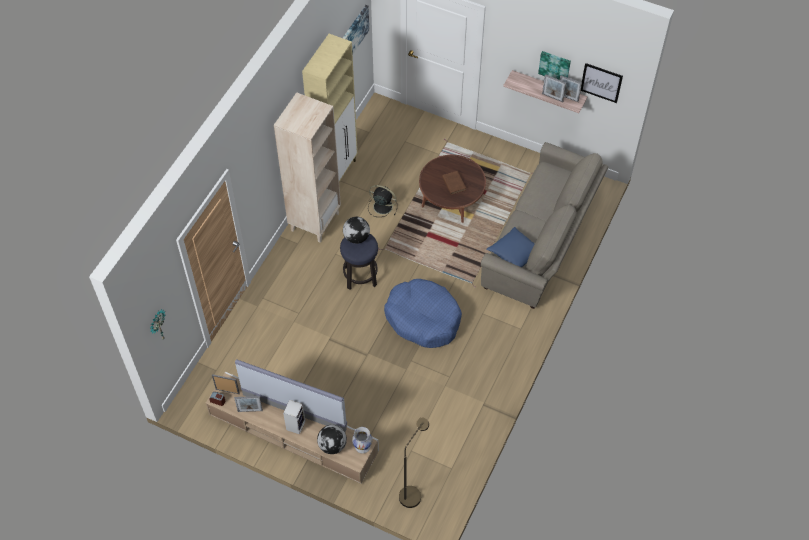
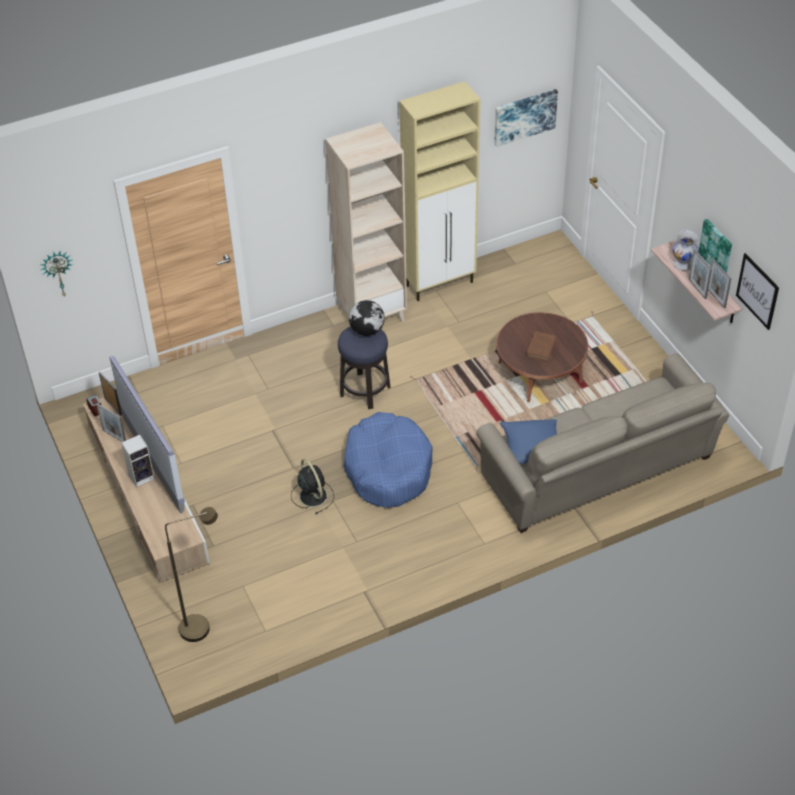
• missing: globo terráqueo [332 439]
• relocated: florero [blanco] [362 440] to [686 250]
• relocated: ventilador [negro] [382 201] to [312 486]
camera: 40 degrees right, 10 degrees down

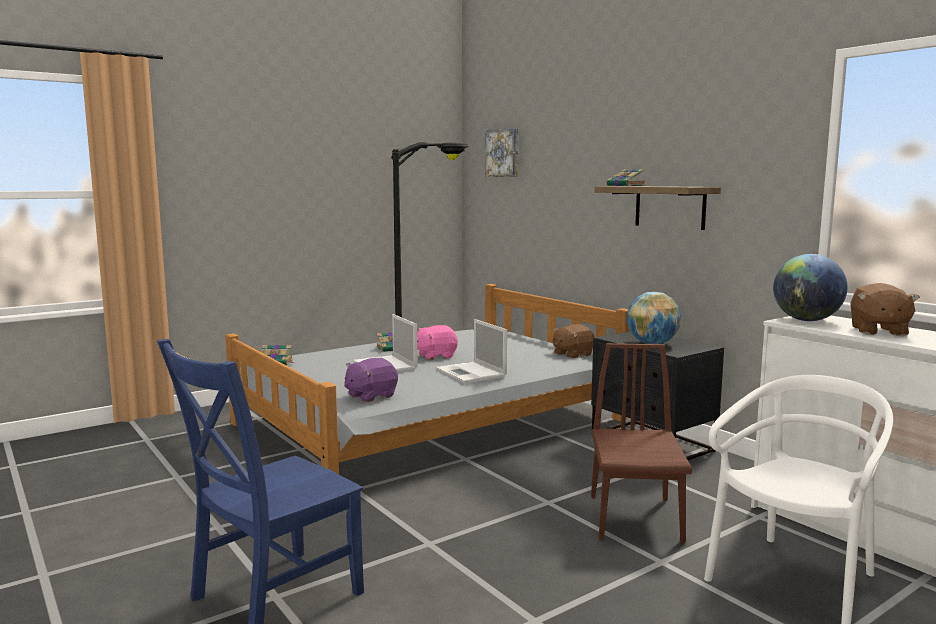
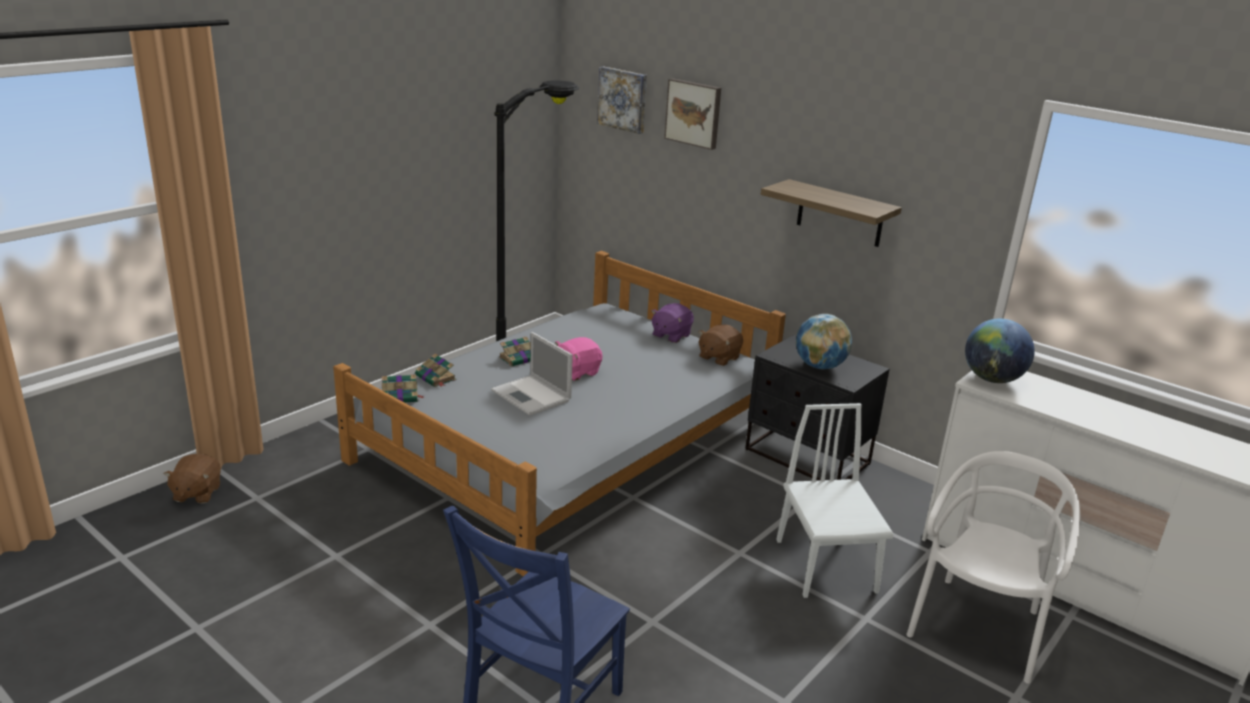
• relocated: peluche [morado] [371 380] to [672 323]
• missing: portátil [471 351]
• colour: silla [marrón] [641 443] to silla [blanco] [835 500]
• relocated: libro [626 177] to [435 370]
• relocated: peluche [marrón] [885 309] to [192 478]
• appeared: cuadro [692 114]
camera: 15 degrees left, 15 degrees up

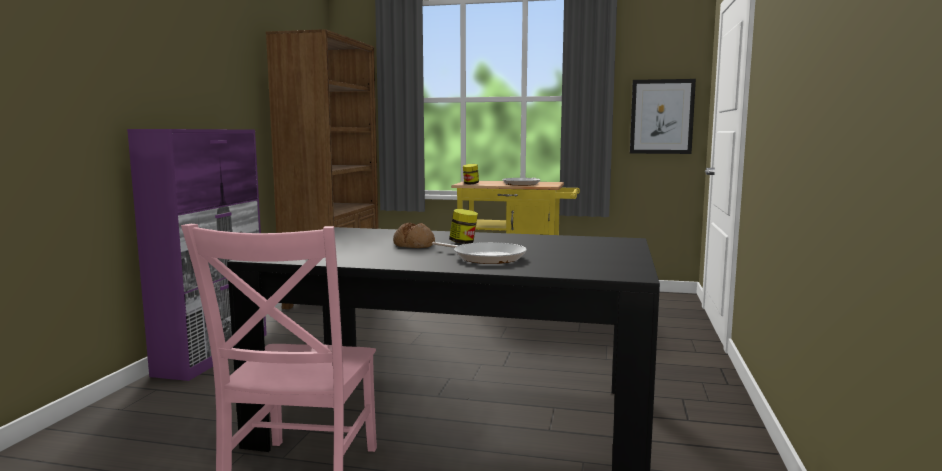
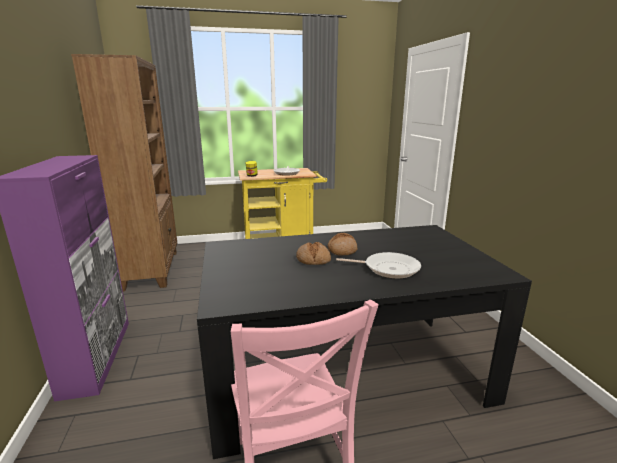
• exchanged: tarro [463 226] to pan [342 244]
• missing: cuadro [663 116]
camera: 25 degrees left, 10 degrees up

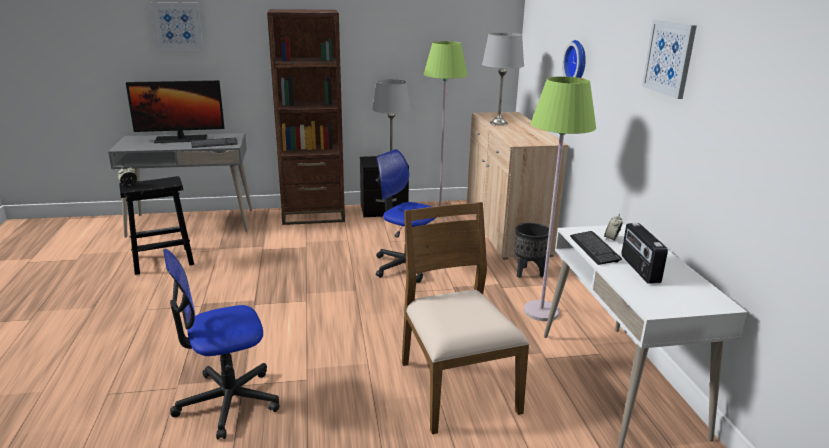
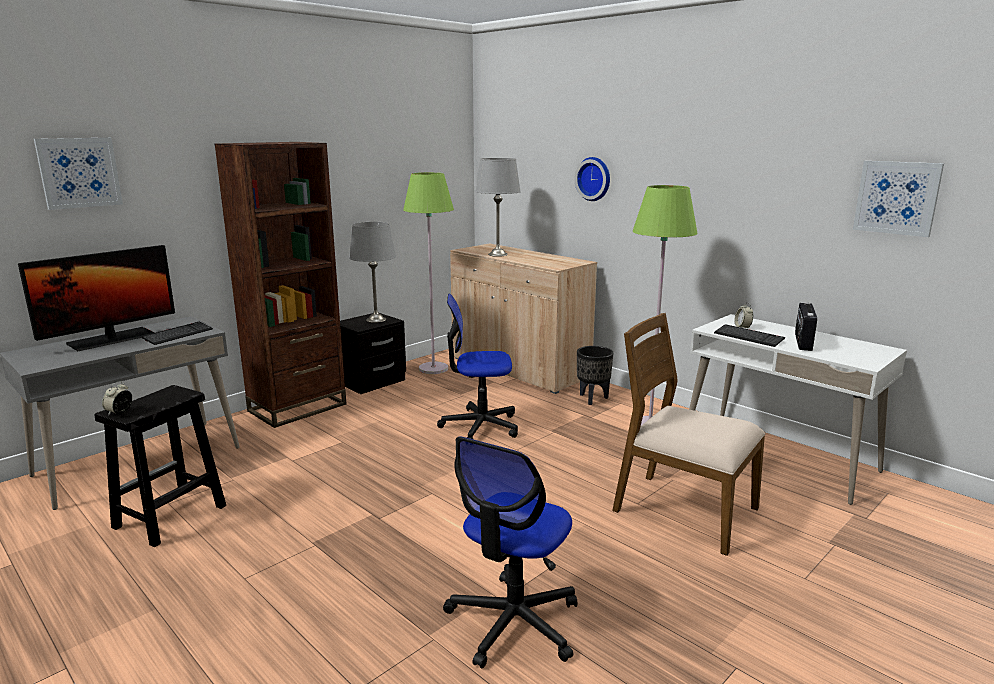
• spun: radio [644 253] = [806 326] 60 degrees clockwise
• relocated: cuadro [669 59] to [898 199]
camera: 35 degrees left, 5 degrees down

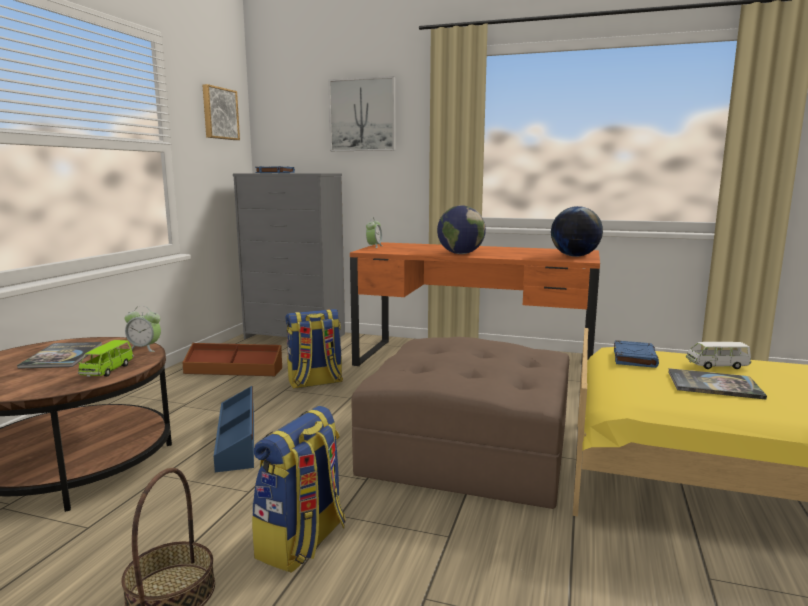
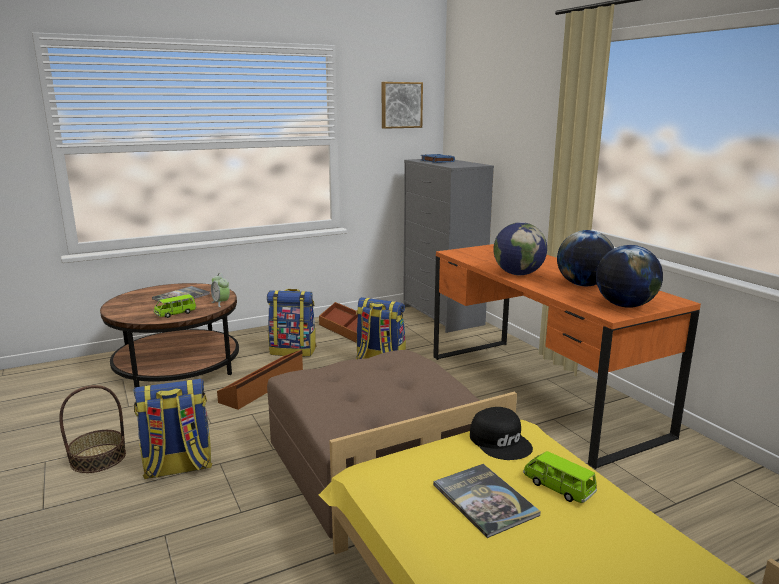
• colour: caja de almacenaje [azul] [234 429] to caja de almacenaje [marrón] [260 380]
• missing: cuadro [362 113]
• missing: despertador [374 232]
• exchanged: libro [azul] [636 354] to gorra [negro] [501 433]
• colour: coche de juguete [blanco] [718 355] to coche de juguete [verde] [560 477]
• appeared: mochila [292 323]
• appeared: globo terráqueo [585 258]
camera: 45 degrees right, 5 degrees up

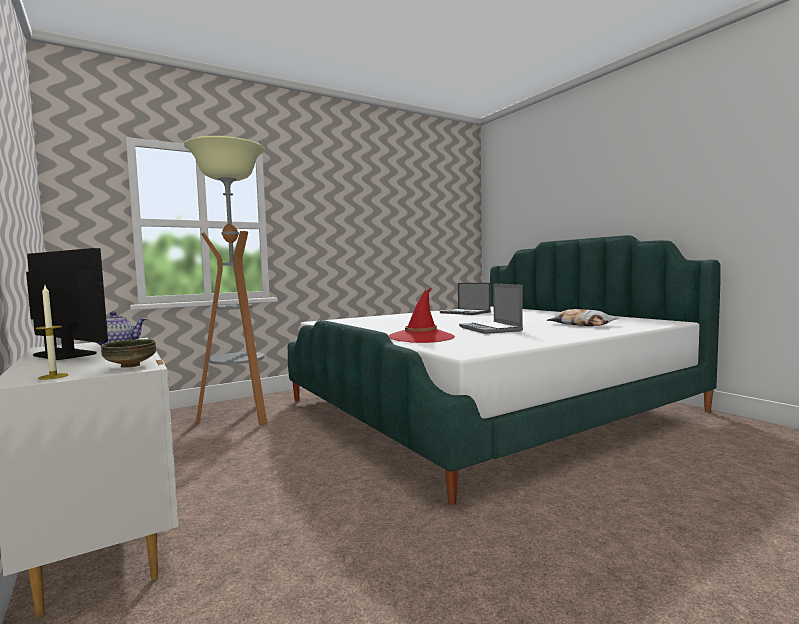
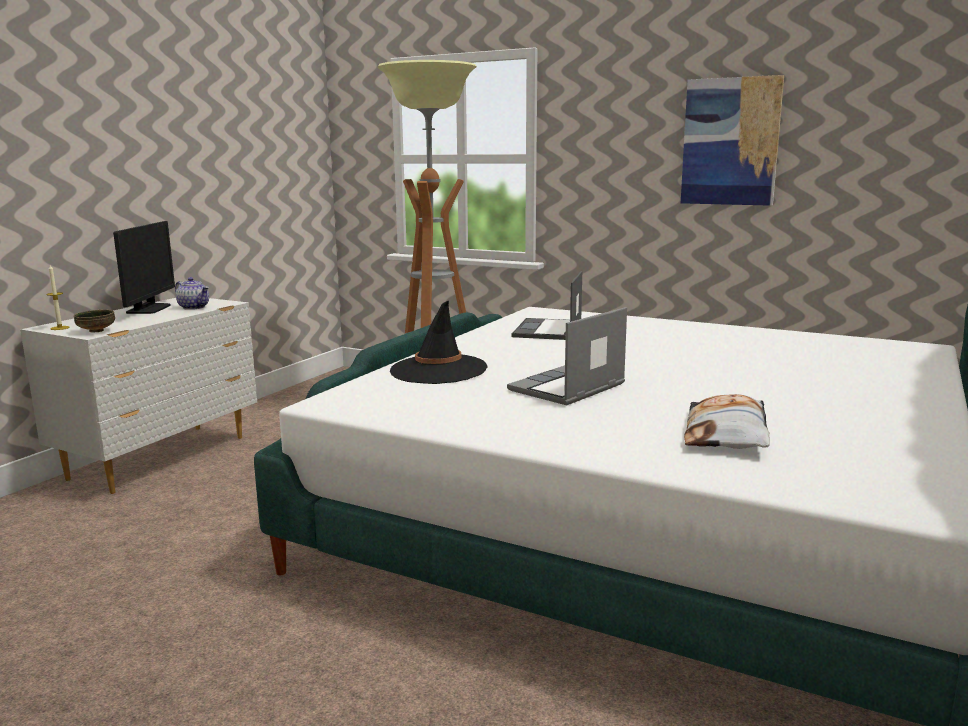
• colour: sombrero [rojo] [422 315] to sombrero [negro] [439 342]
• relocated: portátil [465 299] to [547 305]
• appeared: cuadro [732 140]
camera: 60 degrees right, 10 degrees up

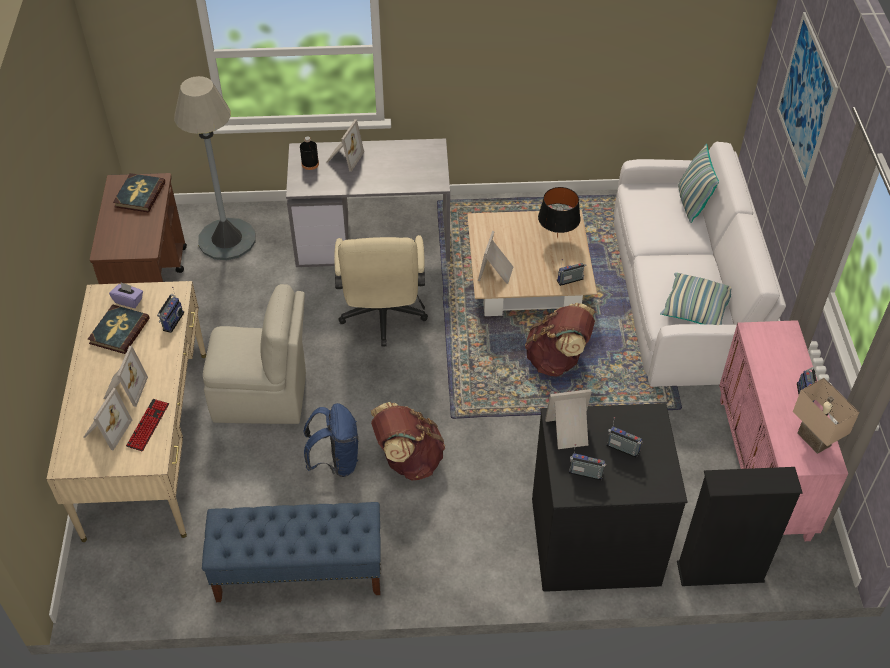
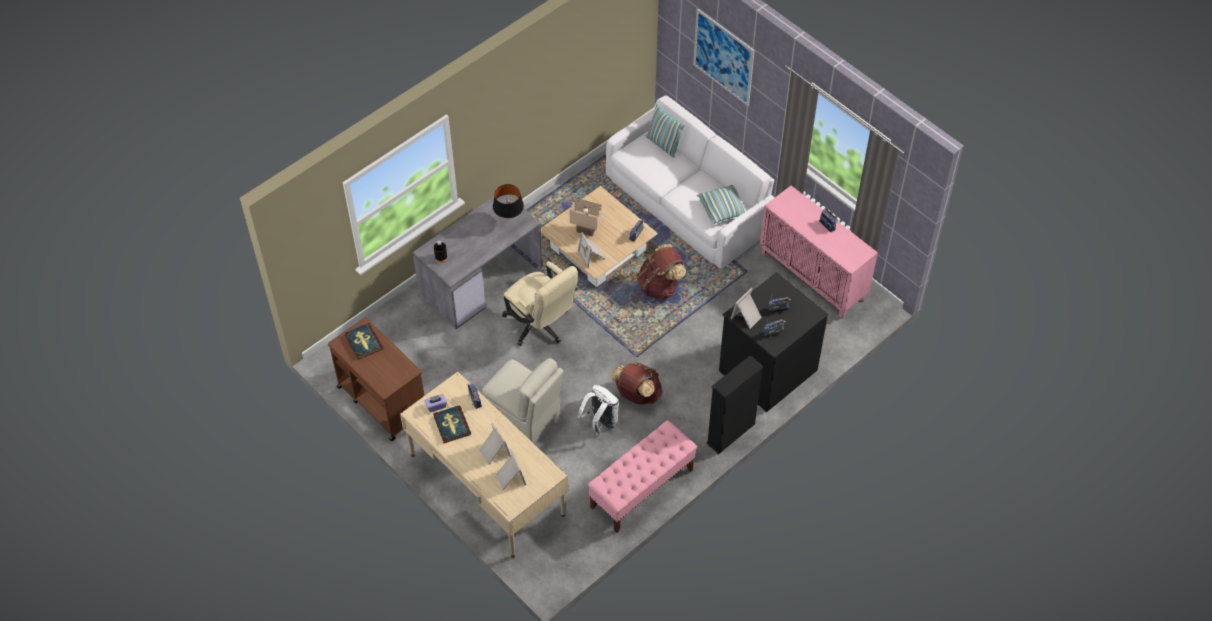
• missing: teclado [147 425]
• missing: lámpara de pie [gris] [215 168]
• colour: banco [azul] [291 552] to banco [rosa] [642 476]
• spun: silla [beis] [254 354] = [523 400] 75 degrees clockwise
• colour: mochila [azul] [330 440] to mochila [blanco] [598 410]
• missing: portarretratos [345 145]
• relocated: lámpara de mesa [negro] [559 212] to [508 201]
• relocated: estantería [negro] [740 526] to [735 404]
• relocated: lámpara de mesa [beis] [826 416] to [585 217]
camera: 40 degrees left, 5 degrees up

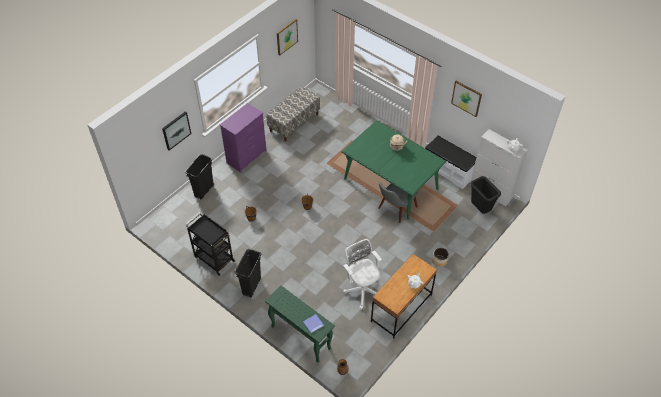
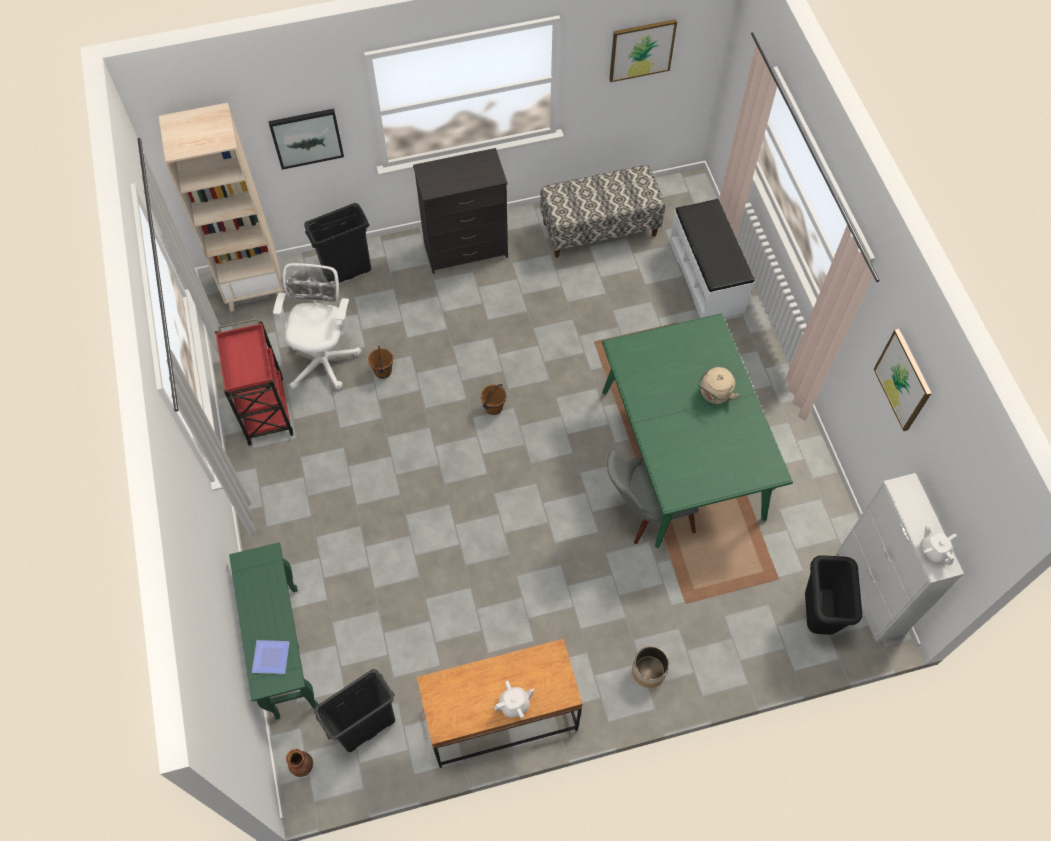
• colour: carrito [negro] [210 244] to carrito [rojo] [254 382]
• colour: cómoda [morado] [243 138] to cómoda [negro] [460 211]
• relocated: papelera [negro] [248 273] to [354 710]
• relocated: silla de oficina [blanco] [362 274] to [317 326]
• relocated: banco [blanco] [450 162] to [711 258]
• appeared: estantería [beis] [222 207]
camera: 35 degrees right, 10 degrees up

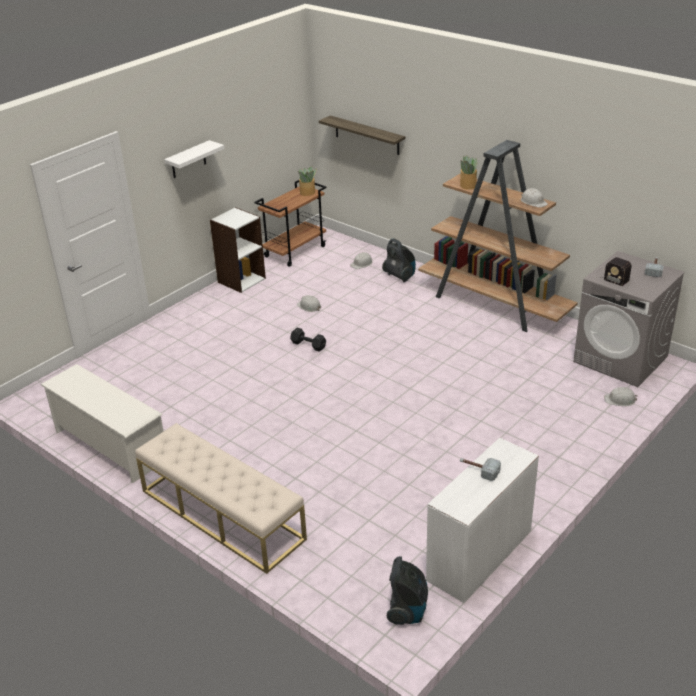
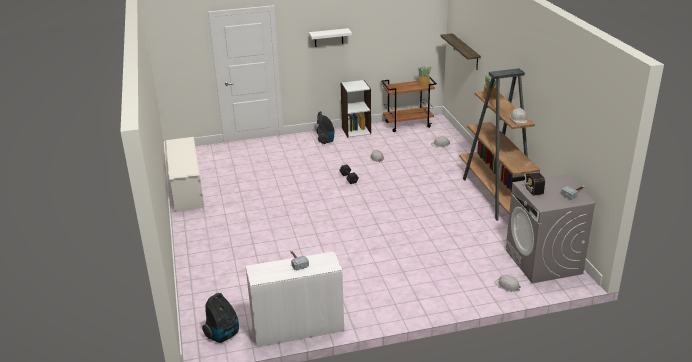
• missing: banco [beis] [221 498]
• relocated: aspiradora [399 260] to [325 127]
camera: 35 degrees right, 5 degrees down

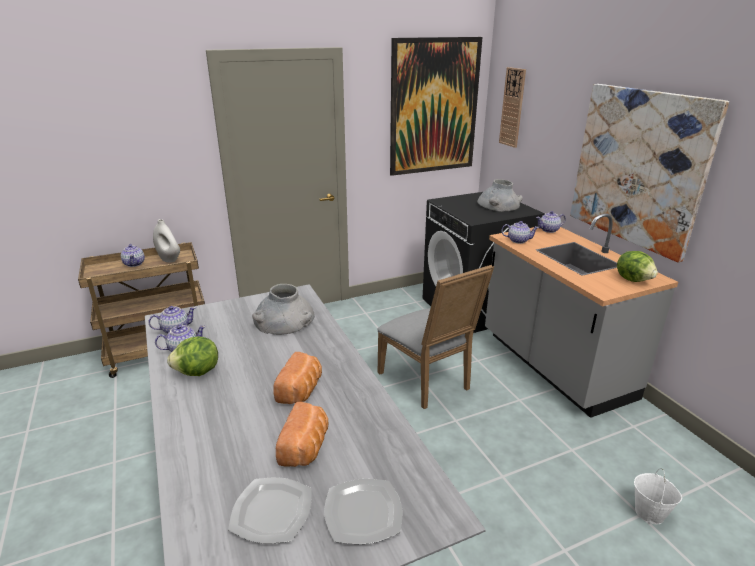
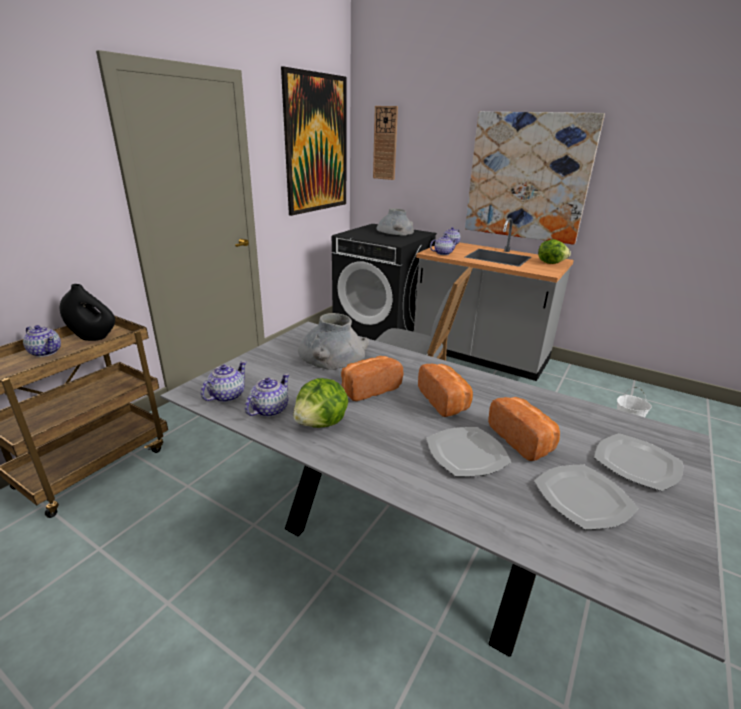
• colour: florero [blanco] [166 241] to florero [negro] [87 312]
• appeared: pan [372 378]
• appeared: plato [469 452]
camera: 35 degrees left, 0 degrees up

